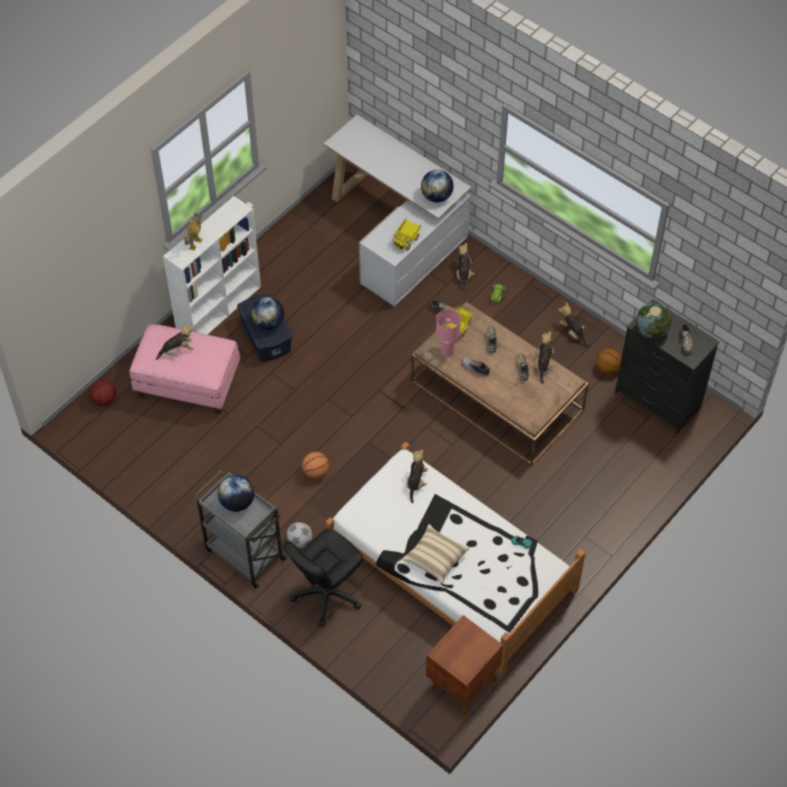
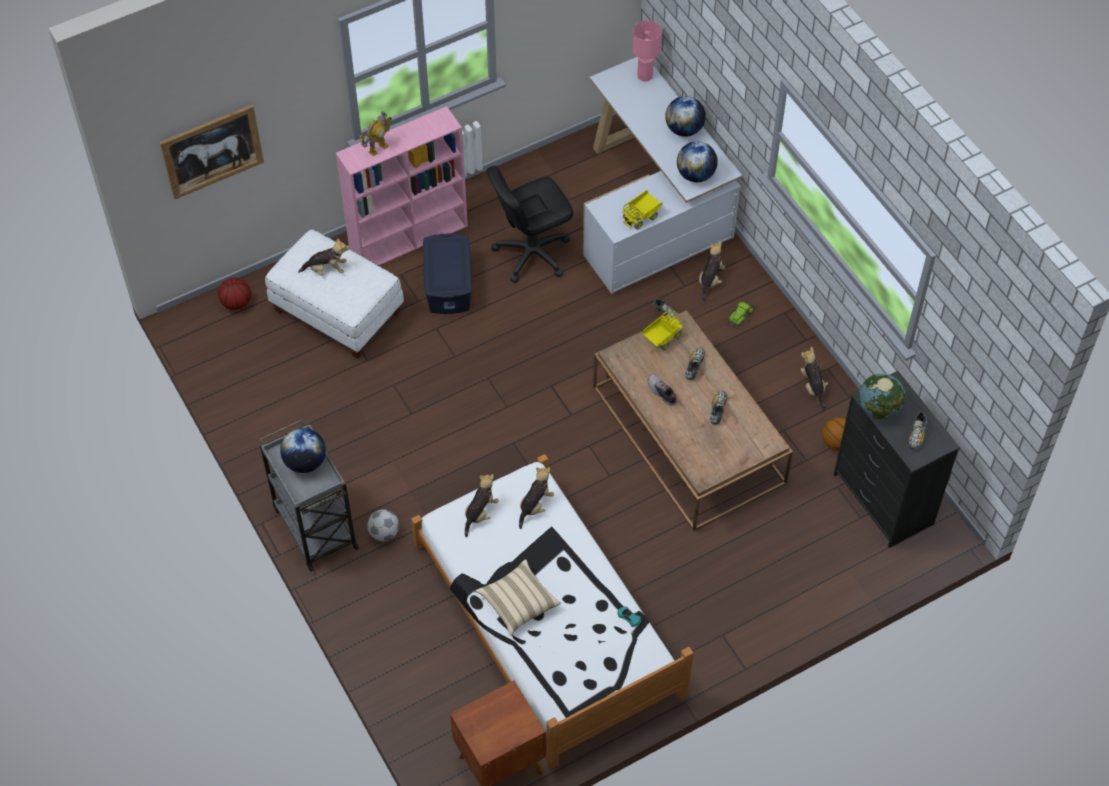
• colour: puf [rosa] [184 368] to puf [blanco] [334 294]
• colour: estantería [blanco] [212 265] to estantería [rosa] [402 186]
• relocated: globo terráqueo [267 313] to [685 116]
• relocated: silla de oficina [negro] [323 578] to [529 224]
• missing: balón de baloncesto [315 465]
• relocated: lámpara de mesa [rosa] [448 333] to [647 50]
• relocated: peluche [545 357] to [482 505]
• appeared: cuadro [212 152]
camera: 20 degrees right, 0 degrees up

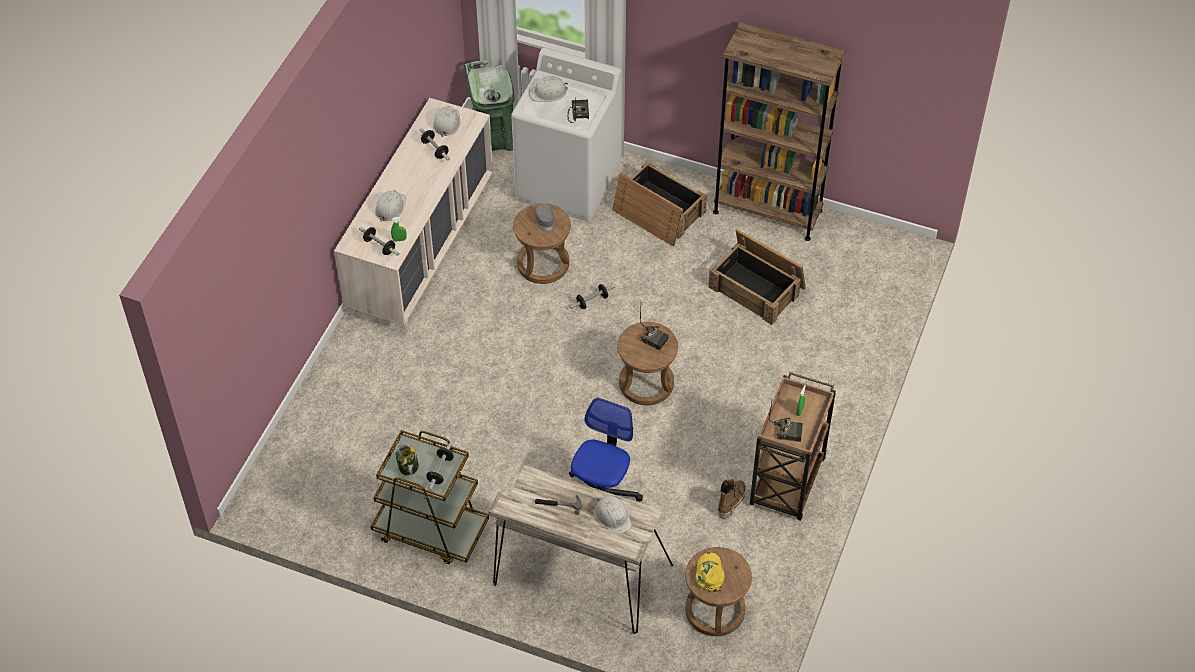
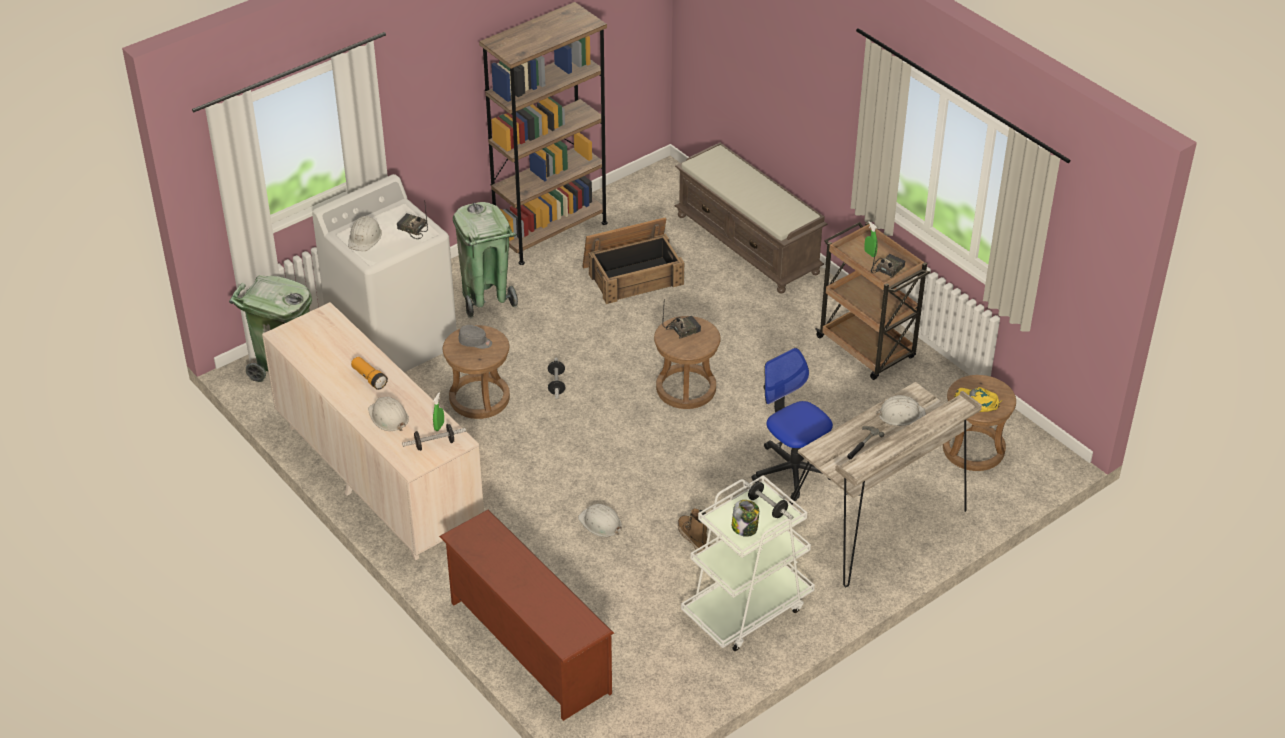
• colour: carrito [marrón] [430 497] to carrito [blanco] [748 563]
• missing: mancuerna [435 144]
• relocated: casco [blanco] [446 121] to [600 520]
• exchanged: caja de embalaje [659 203] to papelera [verde] [485 260]
• relocated: bota [732 499] to [694 530]
• appeared: linterna [369 373]
• appeared: zapatero [marrón] [526 615]
• appeared: banco [marrón] [751 218]
camera: 60 degrees left, 10 degrees down

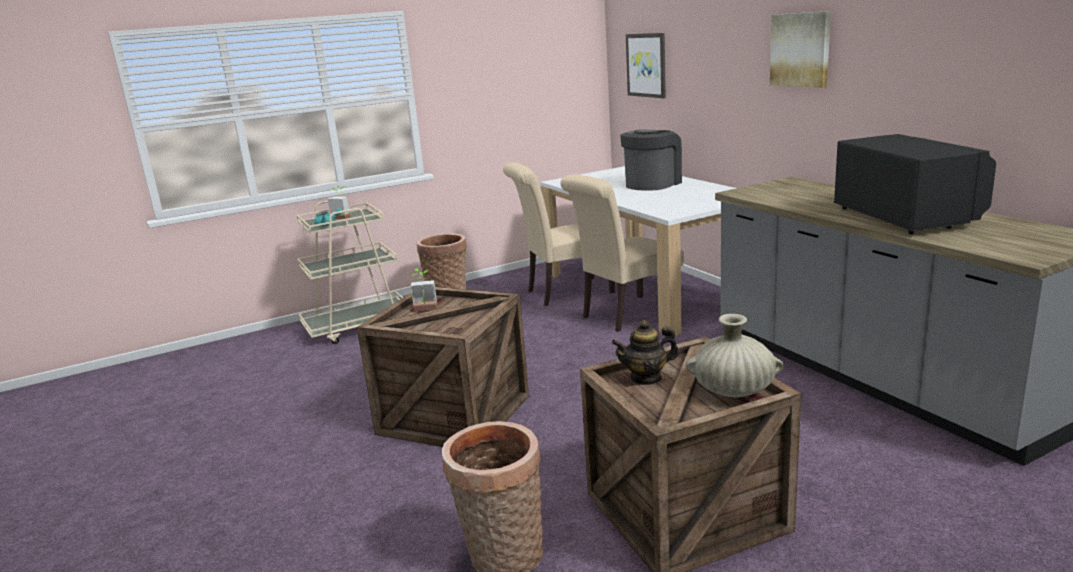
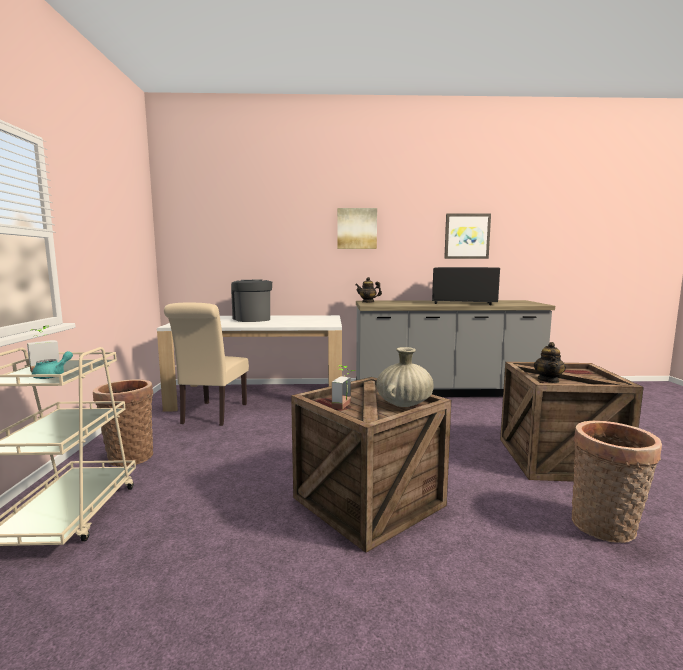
• missing: silla [beis] [622 253]
• relocated: cuadro [646 65] to [467 236]
• relocated: florero [beis] [735 355] to [405 377]
• appeared: tetera [368 290]
camera: 65 degrees left, 10 degrees down

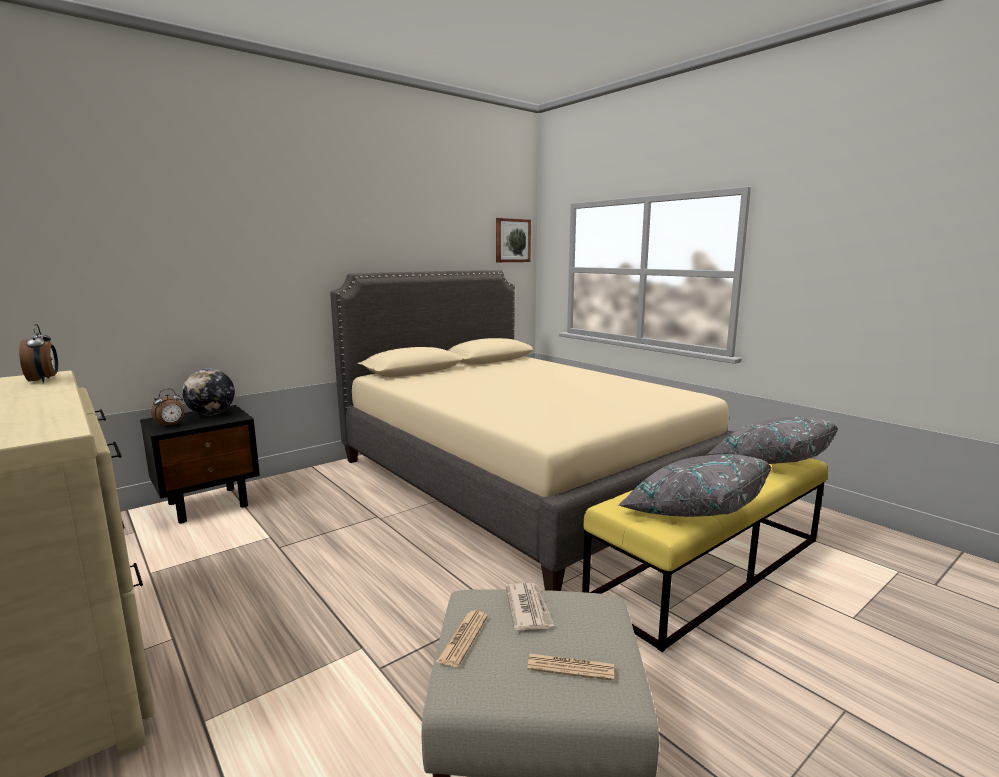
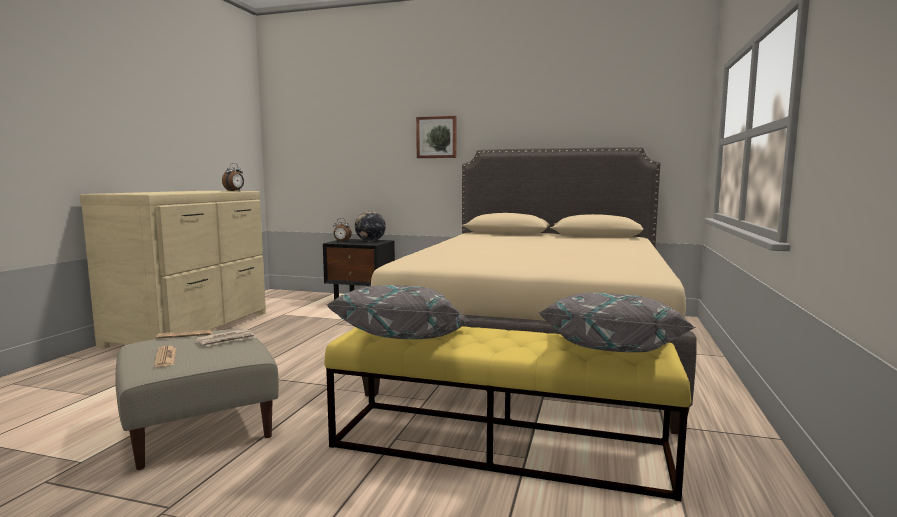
• relocated: cuadro [513 240] to [436 137]
camera: 55 degrees right, 5 degrees down

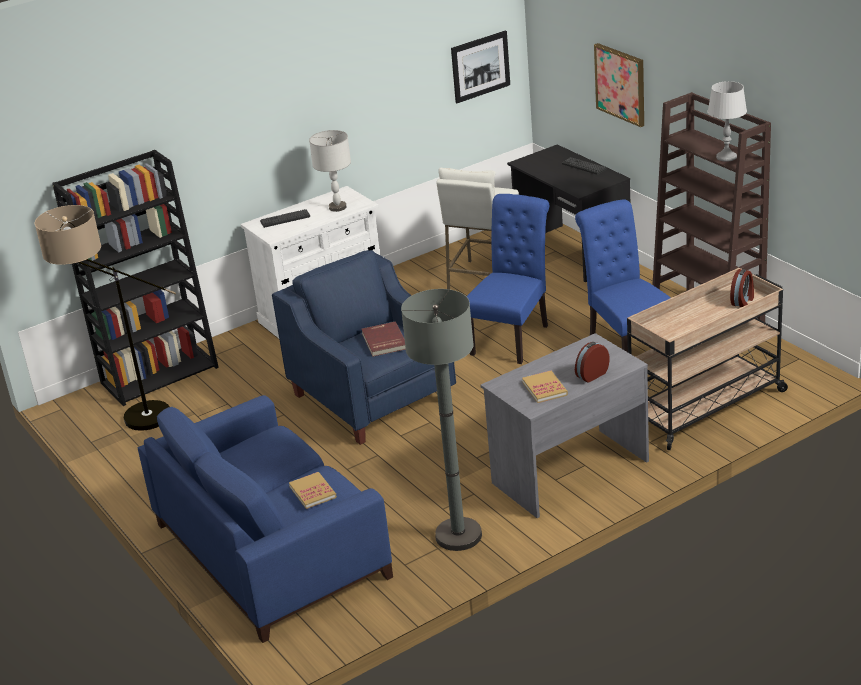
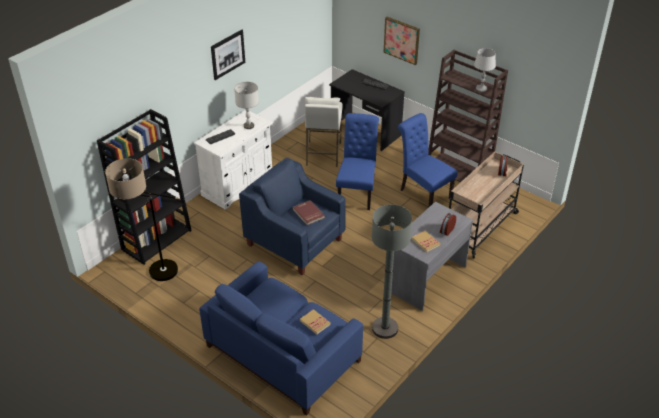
• relocated: cuadro [480 67] to [228 55]
camera: 20 degrees left, 10 degrees up

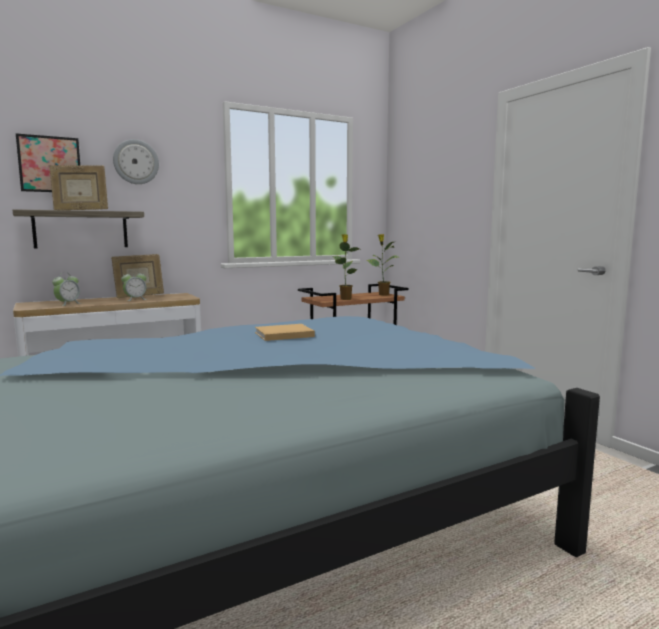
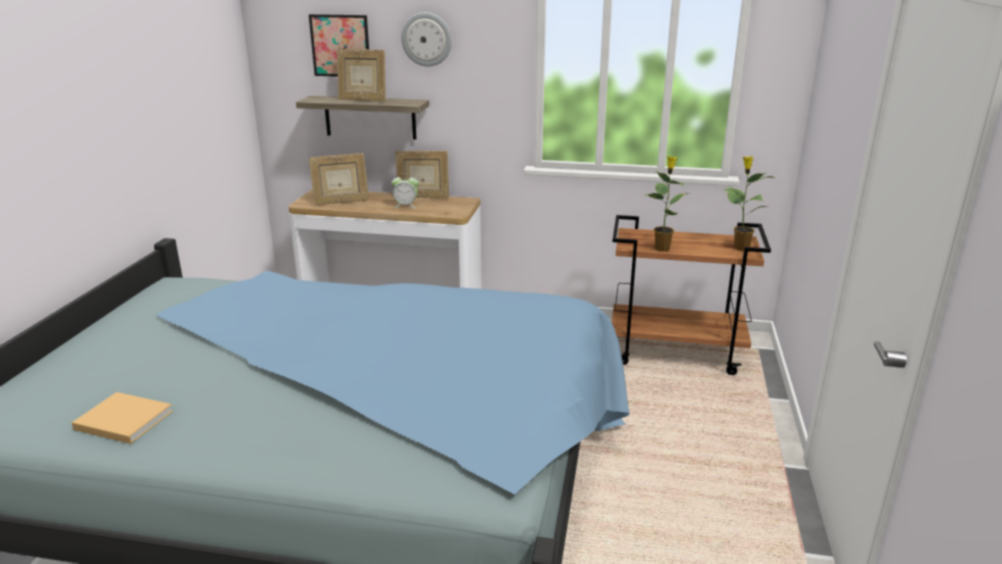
• exchanged: despertador [66 289] to portarretratos [339 179]
• relocated: libro [beis] [285 332] to [122 418]
camera: 40 degrees right, 15 degrees up

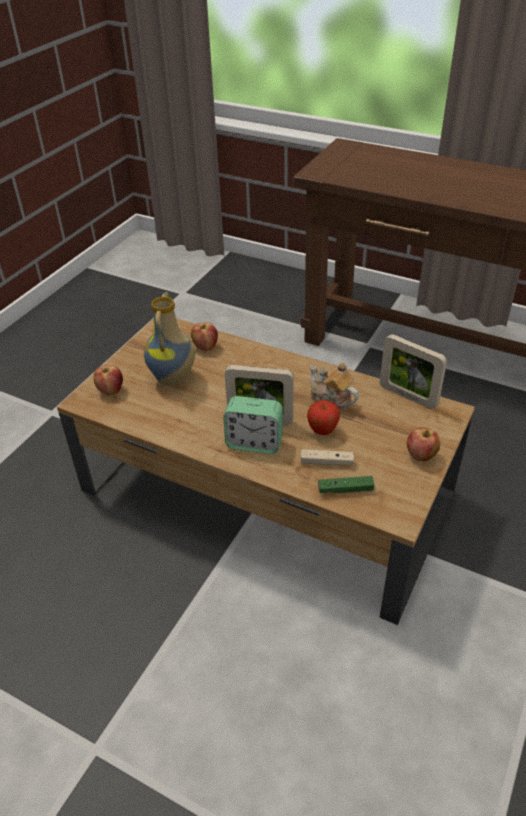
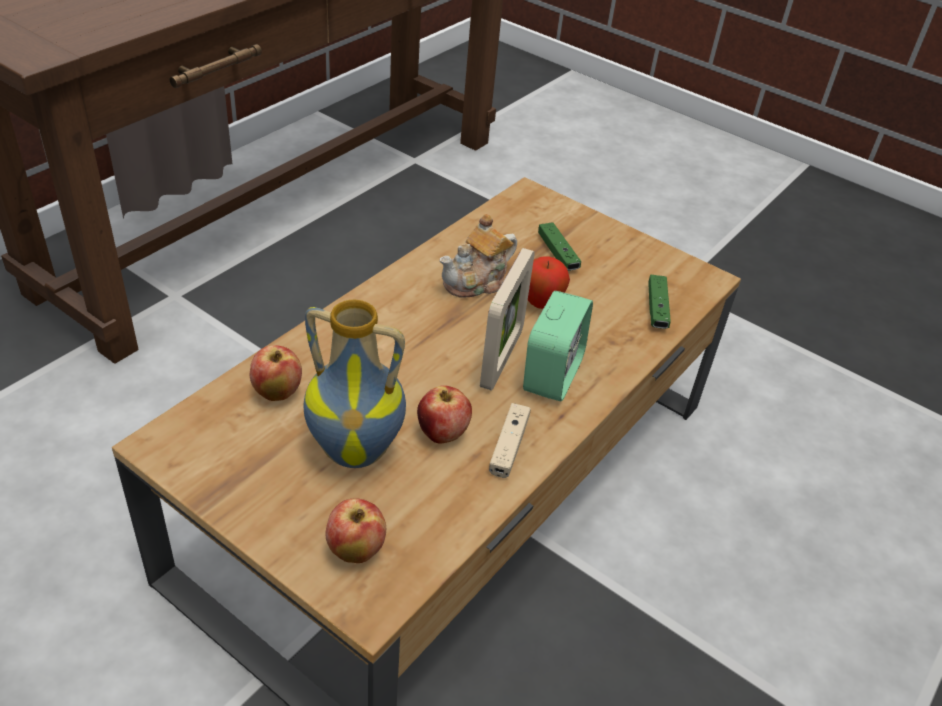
• relocated: mando de consola [beis] [327 457] to [510 440]
• missing: portarretratos [413 371]
• relocated: manzana [423 444] to [444 414]
• appeared: mando de consola [verde] [559 246]
camera: 85 degrees left, 0 degrees up

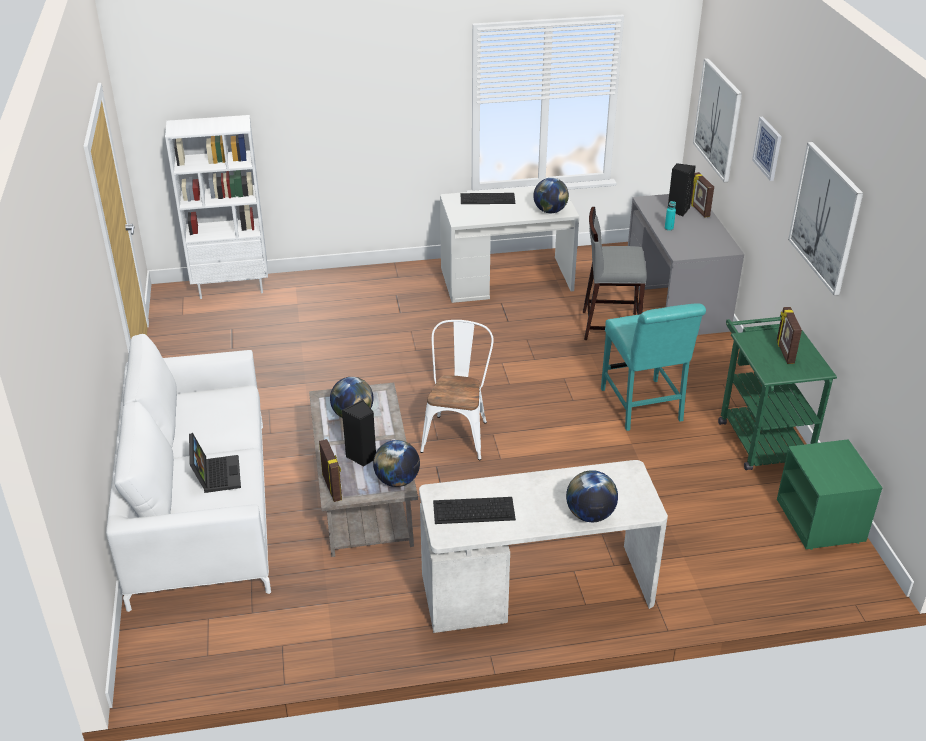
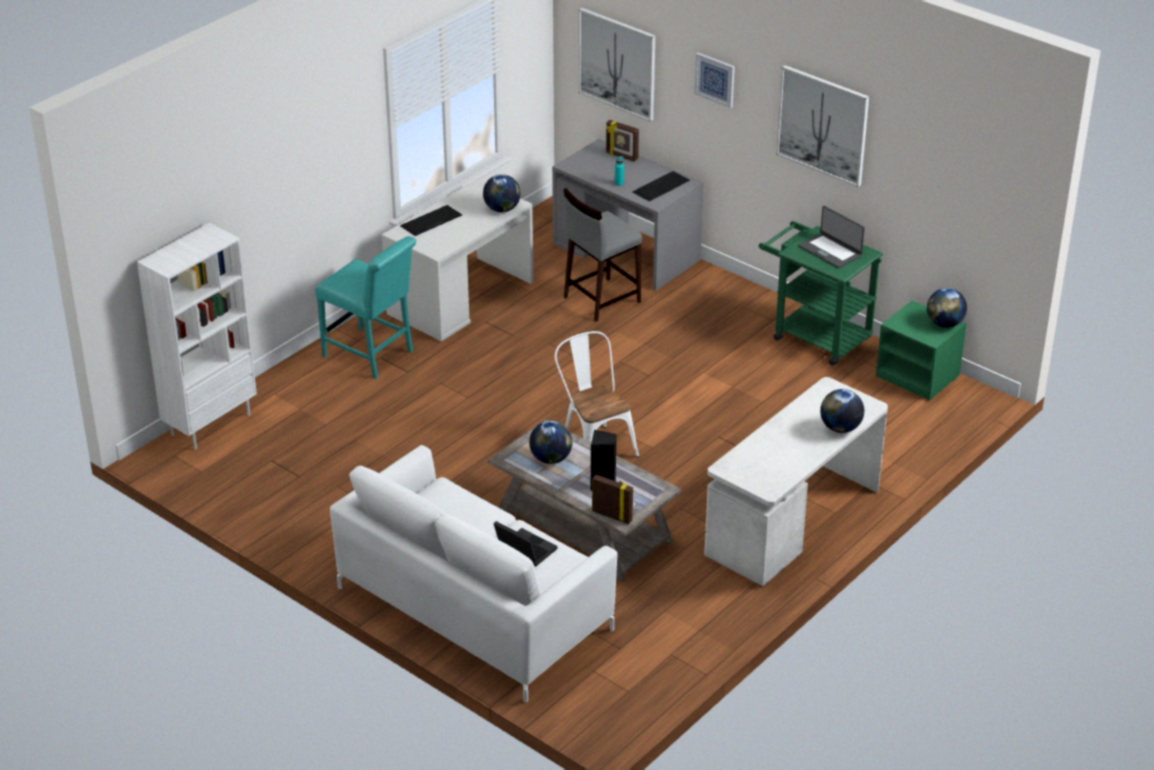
• relocated: globo terráqueo [396 463] to [947 308]
• relocated: teclado [474 510] to [661 186]
• relocated: silla [turquesa] [653 367] to [365 307]
• missing: altavoz [negro] [682 189]
• exchanged: portarretratos [789 335] to portátil [832 237]
camera: 40 degrees left, 0 degrees up

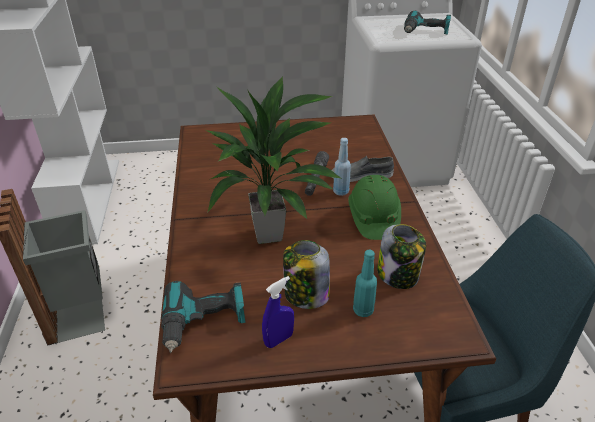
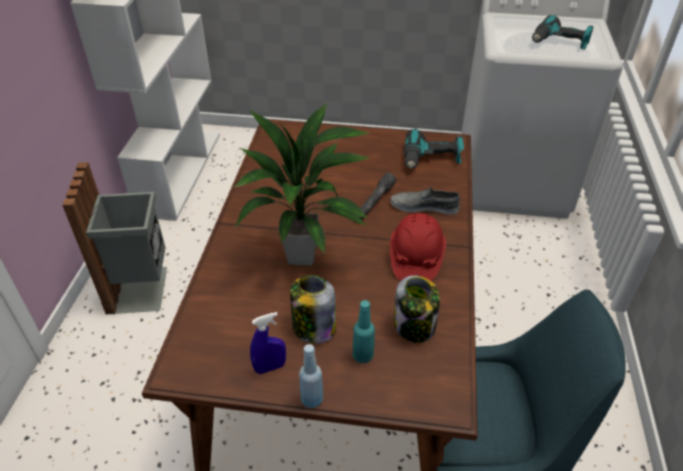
• relocated: taladro [203 317] to [434 149]
• relocated: botella [azul] [342 167] to [311 376]
• colour: casco [verde] [374 207] to casco [rojo] [418 247]
camera: 15 degrees right, 5 degrees up

